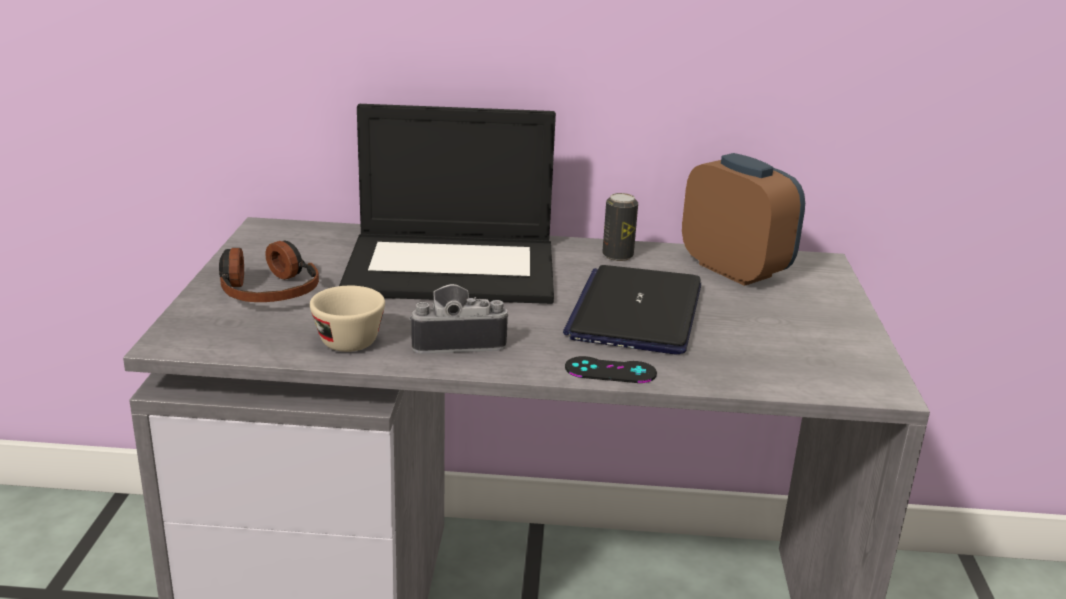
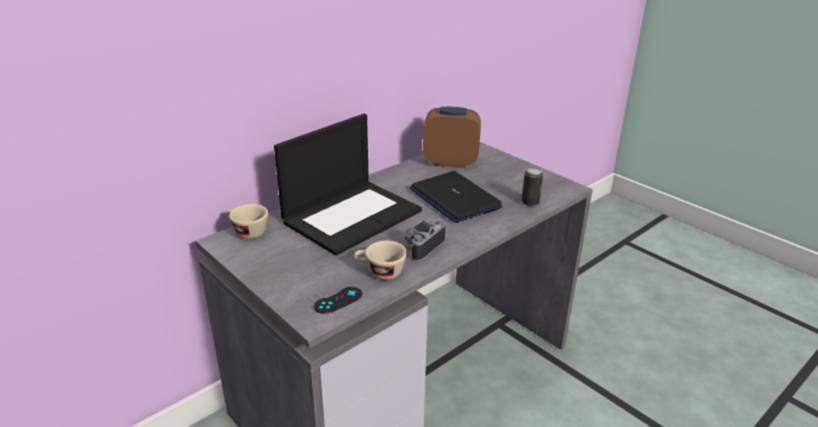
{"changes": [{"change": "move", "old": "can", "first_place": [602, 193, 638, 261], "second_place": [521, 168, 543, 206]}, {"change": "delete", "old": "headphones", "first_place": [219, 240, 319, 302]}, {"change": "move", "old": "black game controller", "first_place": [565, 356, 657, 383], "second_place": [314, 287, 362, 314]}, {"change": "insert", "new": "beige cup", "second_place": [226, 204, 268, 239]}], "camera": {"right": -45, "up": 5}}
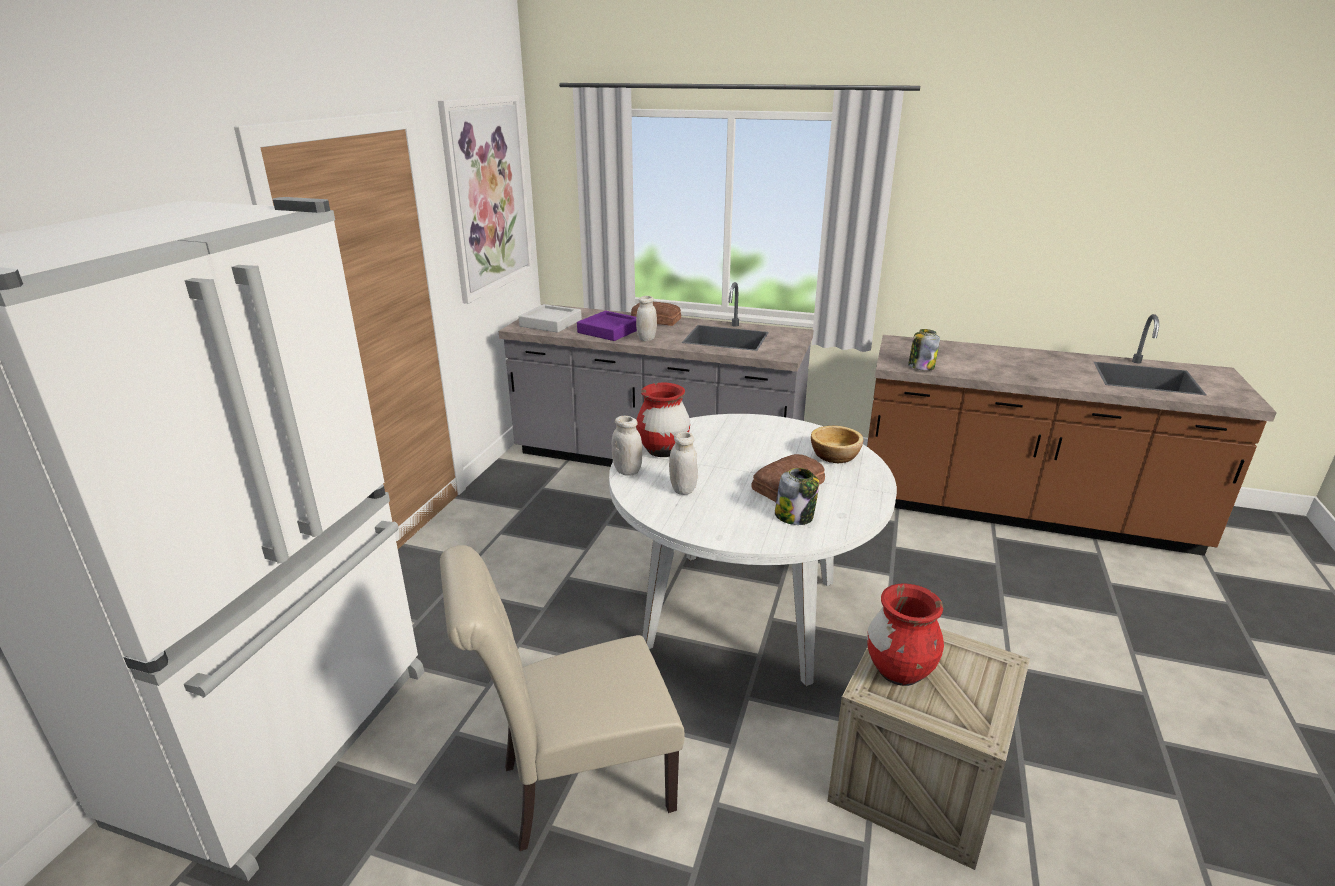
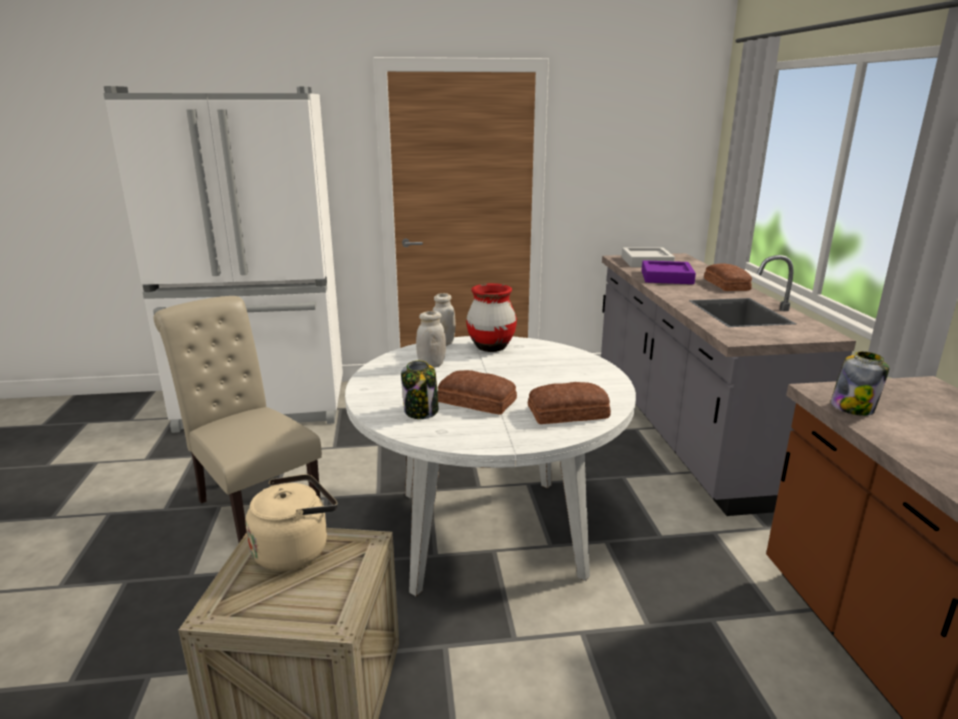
{"changes": [{"change": "delete", "old": "picture", "first_place": [438, 95, 532, 304]}, {"change": "delete", "old": "white jar", "first_place": [636, 296, 657, 341]}, {"change": "replace", "old": "bowl", "new": "bread", "first_place": [811, 426, 863, 464], "second_place": [528, 382, 611, 424]}, {"change": "replace", "old": "red vase", "new": "beige kettle", "first_place": [867, 583, 944, 686], "second_place": [245, 474, 338, 571]}], "camera": {"right": 65, "up": -5}}
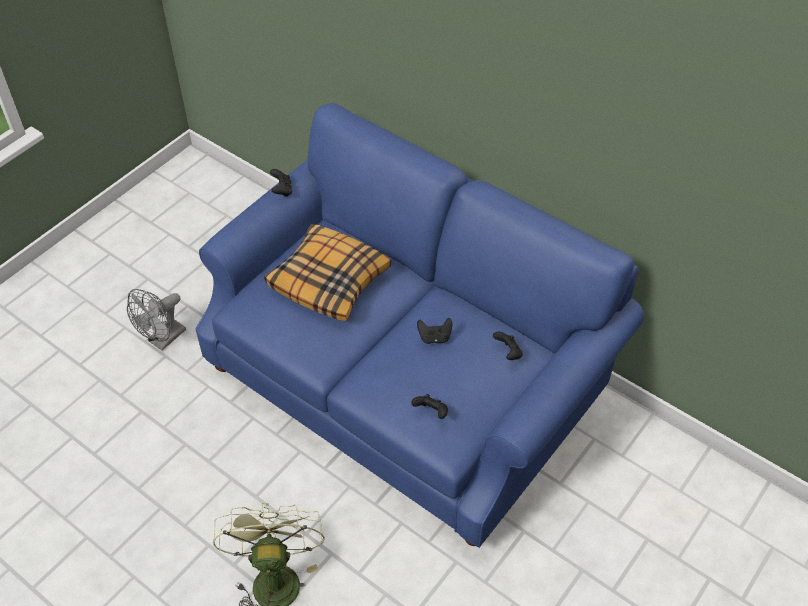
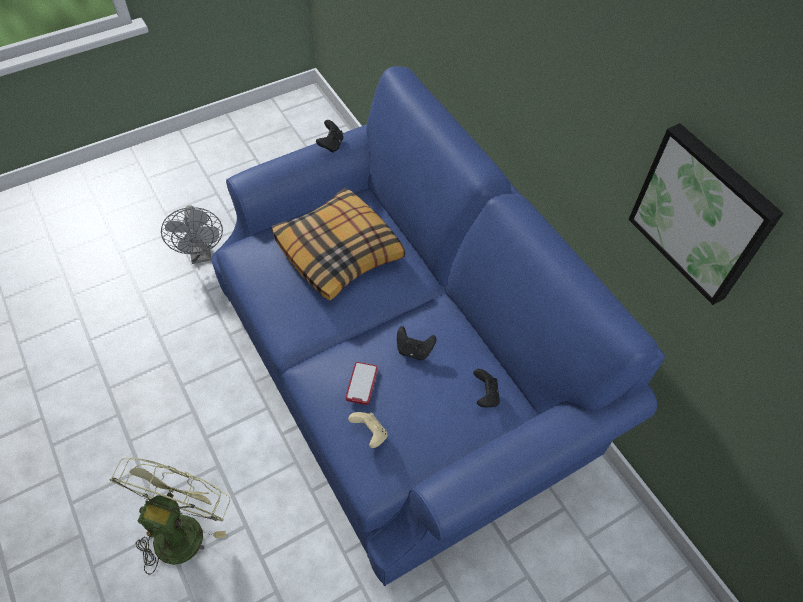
{"changes": [{"change": "rotate", "old": "grey fan", "first_place": [127, 289, 186, 350], "second_place": [161, 205, 223, 264], "degrees": -75}, {"change": "recolor", "old": "black game controller", "new": "beige game controller", "first_place": [411, 394, 448, 419], "second_place": [348, 412, 388, 448]}, {"change": "insert", "new": "picture", "second_place": [628, 123, 783, 305]}, {"change": "insert", "new": "phone", "second_place": [346, 362, 378, 405]}], "camera": {"right": 20, "up": 5}}
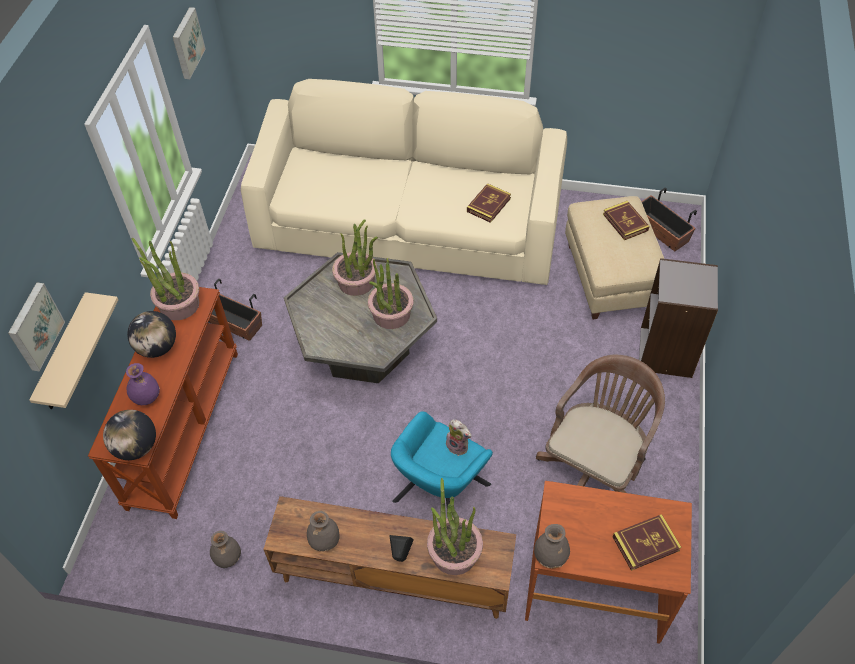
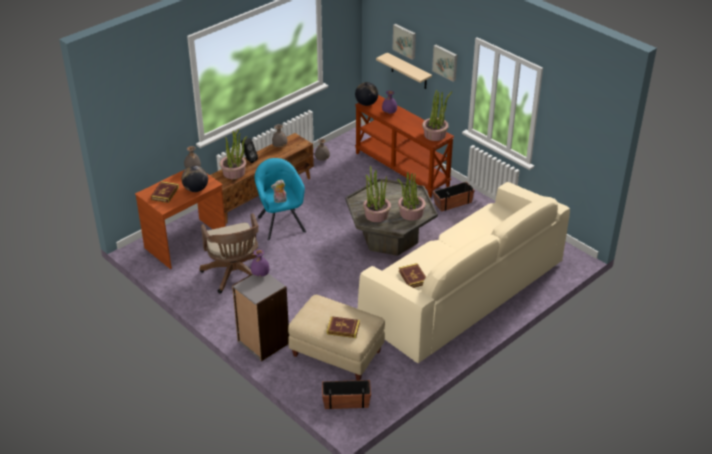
{"changes": [{"change": "move", "old": "picture", "first_place": [173, 7, 206, 79], "second_place": [432, 45, 457, 82]}, {"change": "move", "old": "globe", "first_place": [127, 311, 176, 358], "second_place": [181, 166, 208, 192]}, {"change": "insert", "new": "purple vase", "second_place": [251, 249, 270, 277]}], "camera": {"right": 125, "up": -15}}
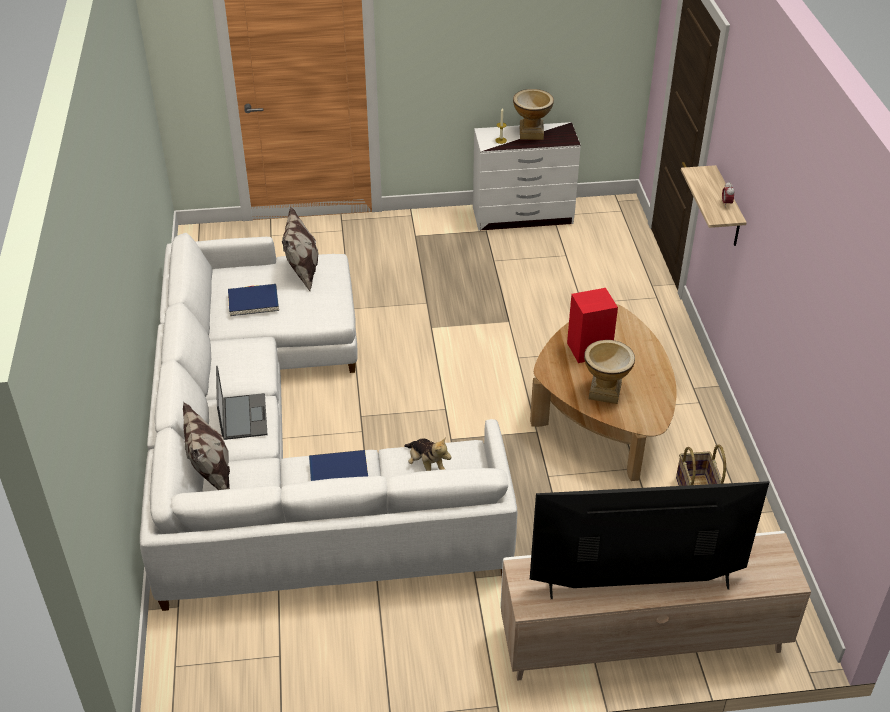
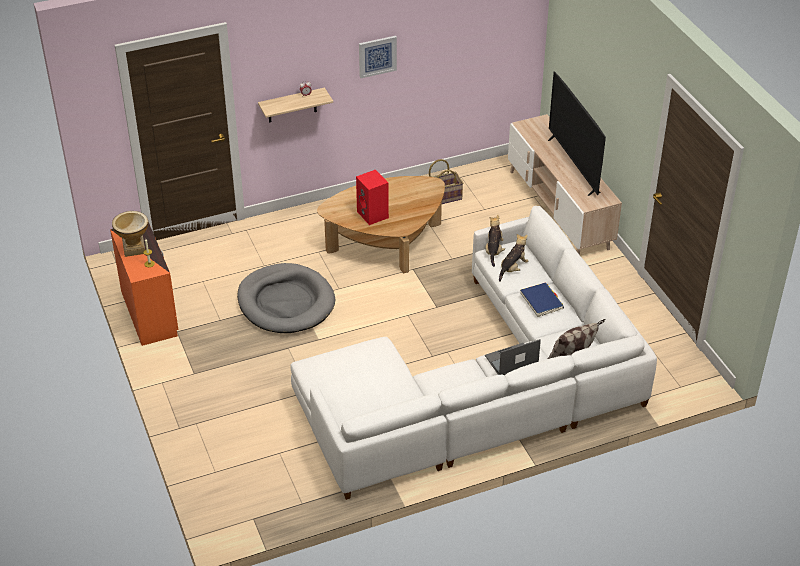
{"changes": [{"change": "recolor", "old": "white dresser", "new": "orange dresser", "first_place": [473, 122, 581, 231], "second_place": [110, 222, 178, 346]}, {"change": "delete", "old": "pillow", "first_place": [282, 206, 319, 291]}, {"change": "delete", "old": "blue book", "first_place": [228, 284, 279, 316]}, {"change": "delete", "old": "vase", "first_place": [584, 340, 635, 404]}, {"change": "insert", "new": "picture", "second_place": [359, 36, 397, 78]}, {"change": "insert", "new": "plush toy", "second_place": [486, 215, 505, 267]}, {"change": "insert", "new": "grey dog bed", "second_place": [237, 263, 335, 333]}], "camera": {"right": -105, "up": 0}}
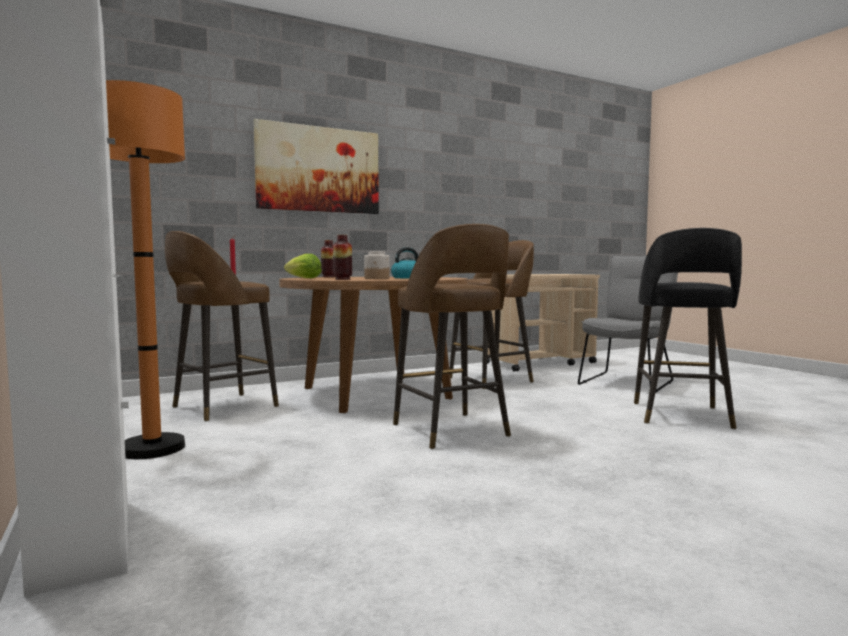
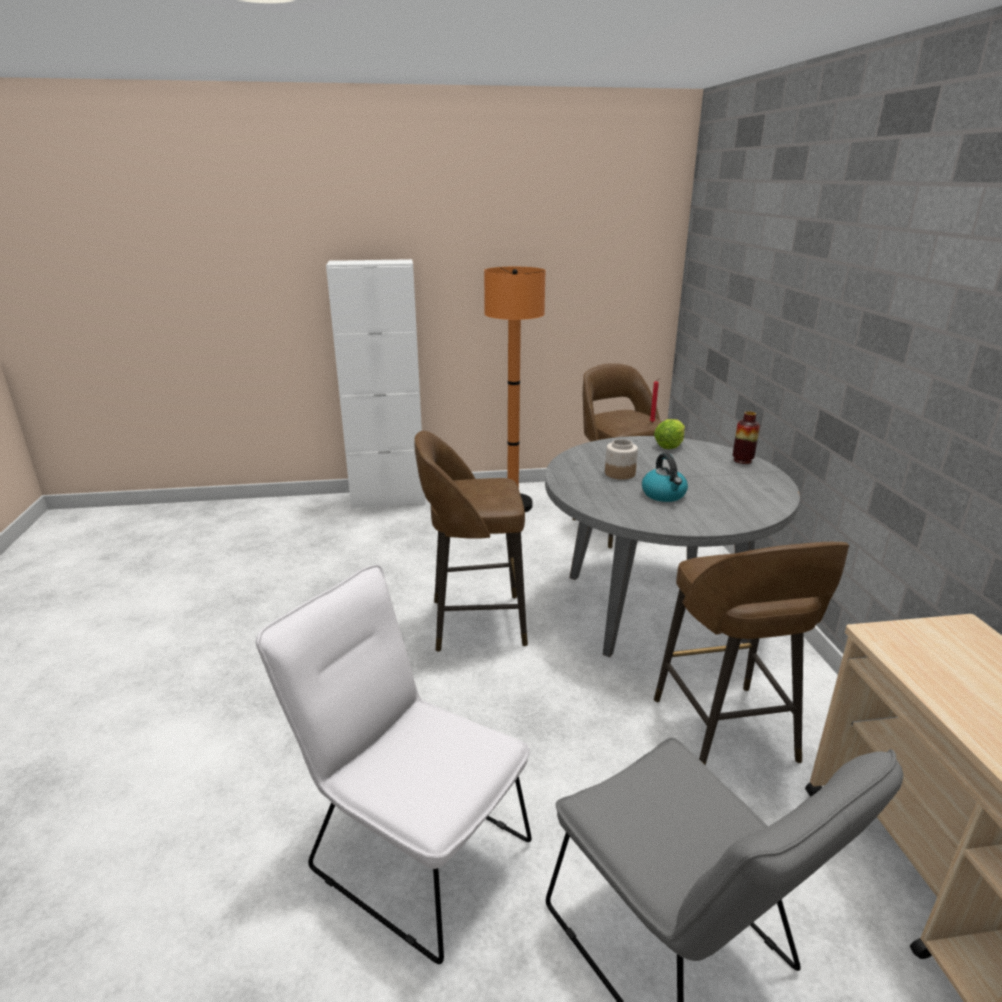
{"changes": [{"change": "delete", "old": "picture", "first_place": [254, 119, 379, 214]}, {"change": "replace", "old": "black stool", "new": "white chair", "first_place": [634, 228, 742, 429], "second_place": [256, 565, 532, 964]}, {"change": "delete", "old": "vase", "first_place": [333, 235, 352, 280]}, {"change": "recolor", "old": "brown dining table", "new": "grey dining table", "first_place": [279, 277, 468, 413], "second_place": [545, 436, 800, 657]}], "camera": {"right": 110, "up": 20}}
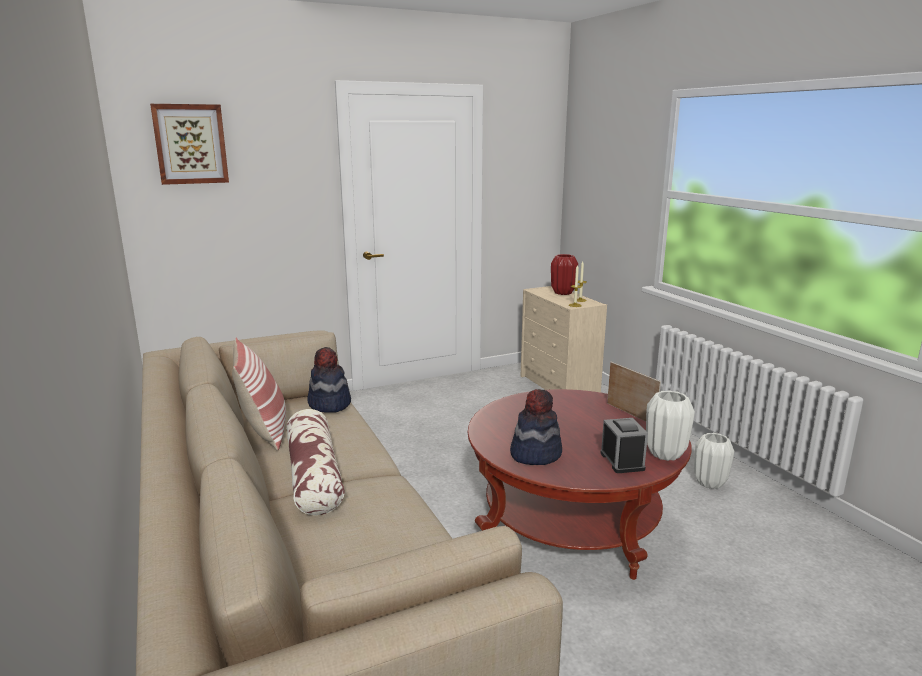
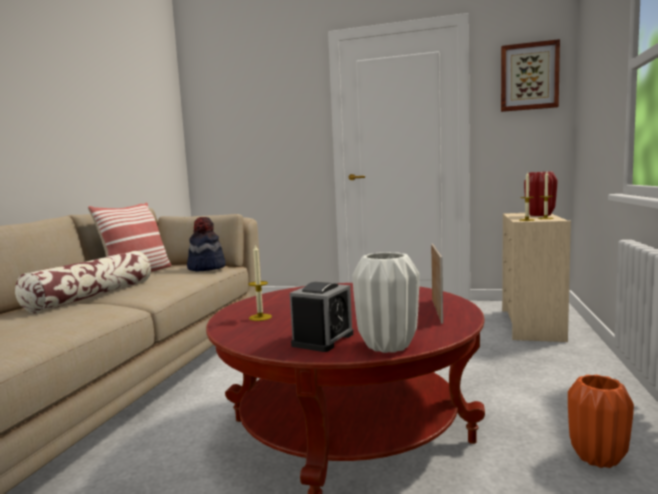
{"changes": [{"change": "move", "old": "picture", "first_place": [150, 104, 229, 185], "second_place": [501, 39, 560, 112]}, {"change": "replace", "old": "hat", "new": "candle", "first_place": [510, 389, 562, 465], "second_place": [248, 244, 272, 321]}, {"change": "recolor", "old": "white vase", "new": "orange vase", "first_place": [694, 433, 734, 489], "second_place": [568, 375, 634, 468]}], "camera": {"right": 40, "up": -10}}
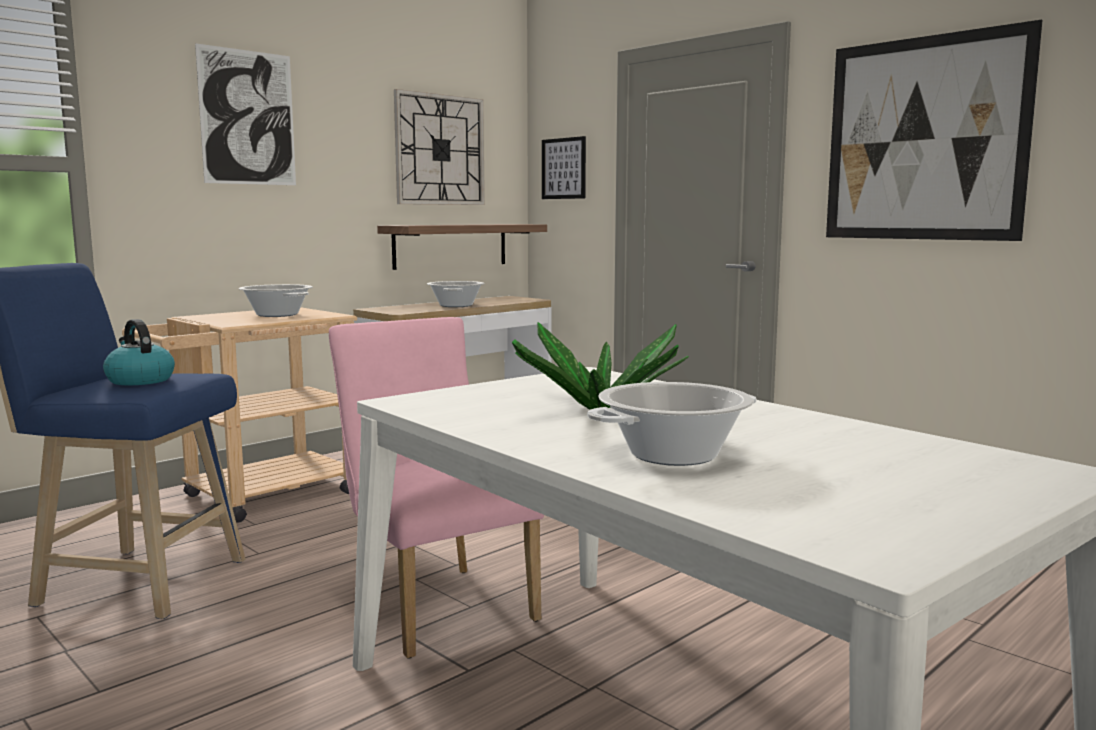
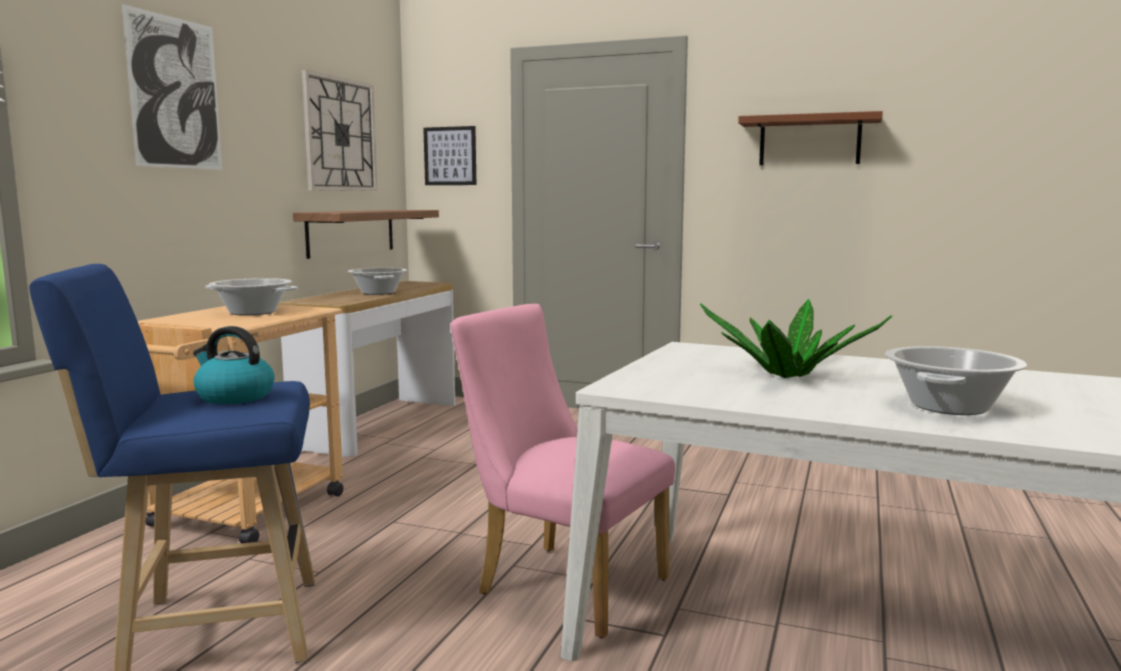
{"changes": [{"change": "replace", "old": "picture", "new": "brown shelf", "first_place": [826, 20, 1043, 241], "second_place": [738, 111, 883, 165]}], "camera": {"right": -25, "up": 0}}
